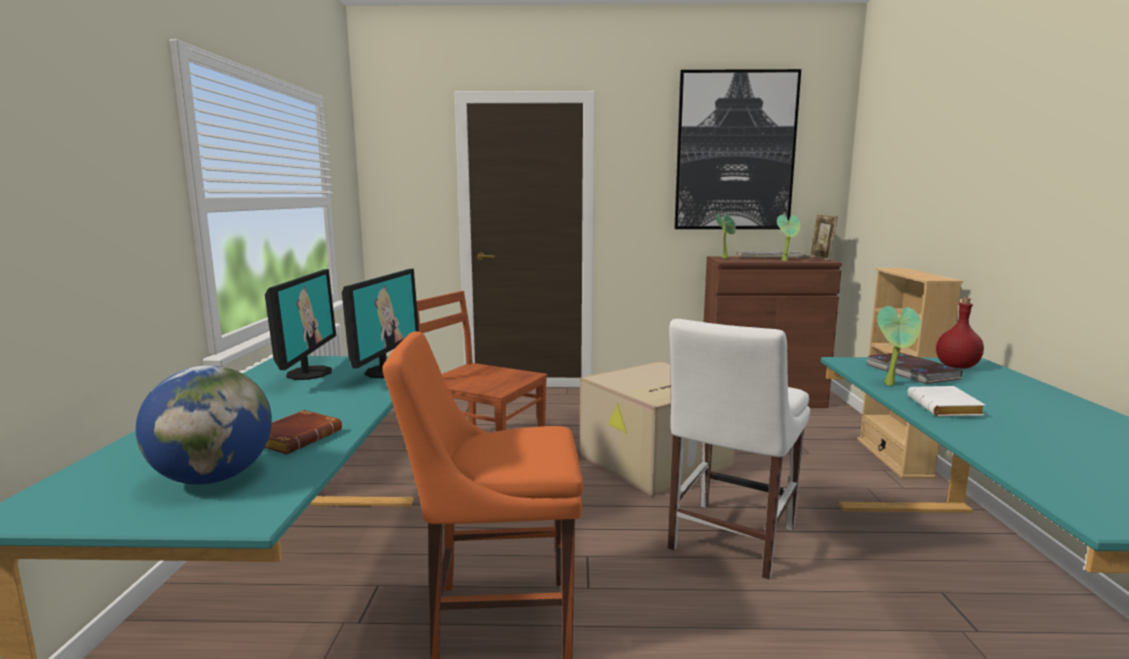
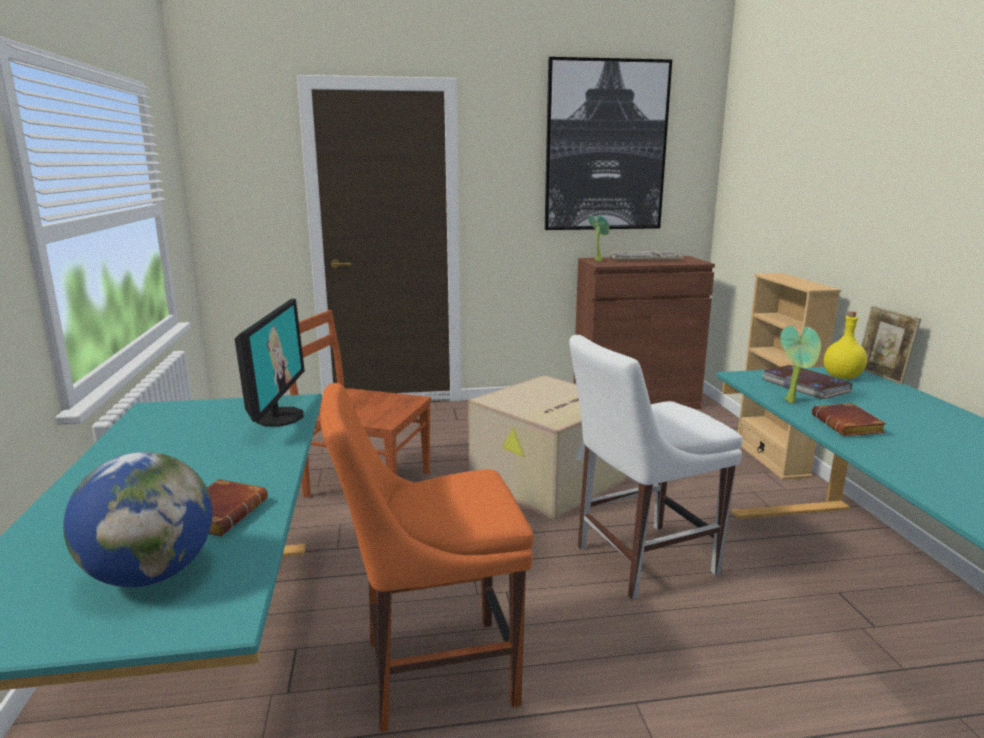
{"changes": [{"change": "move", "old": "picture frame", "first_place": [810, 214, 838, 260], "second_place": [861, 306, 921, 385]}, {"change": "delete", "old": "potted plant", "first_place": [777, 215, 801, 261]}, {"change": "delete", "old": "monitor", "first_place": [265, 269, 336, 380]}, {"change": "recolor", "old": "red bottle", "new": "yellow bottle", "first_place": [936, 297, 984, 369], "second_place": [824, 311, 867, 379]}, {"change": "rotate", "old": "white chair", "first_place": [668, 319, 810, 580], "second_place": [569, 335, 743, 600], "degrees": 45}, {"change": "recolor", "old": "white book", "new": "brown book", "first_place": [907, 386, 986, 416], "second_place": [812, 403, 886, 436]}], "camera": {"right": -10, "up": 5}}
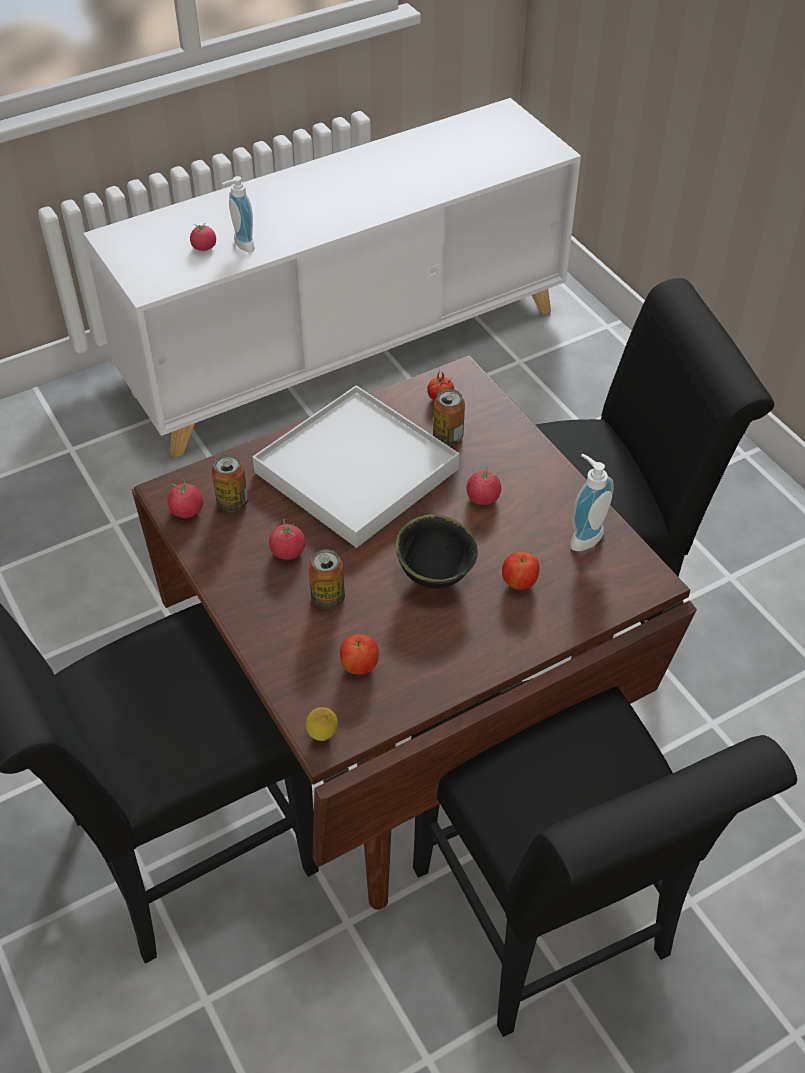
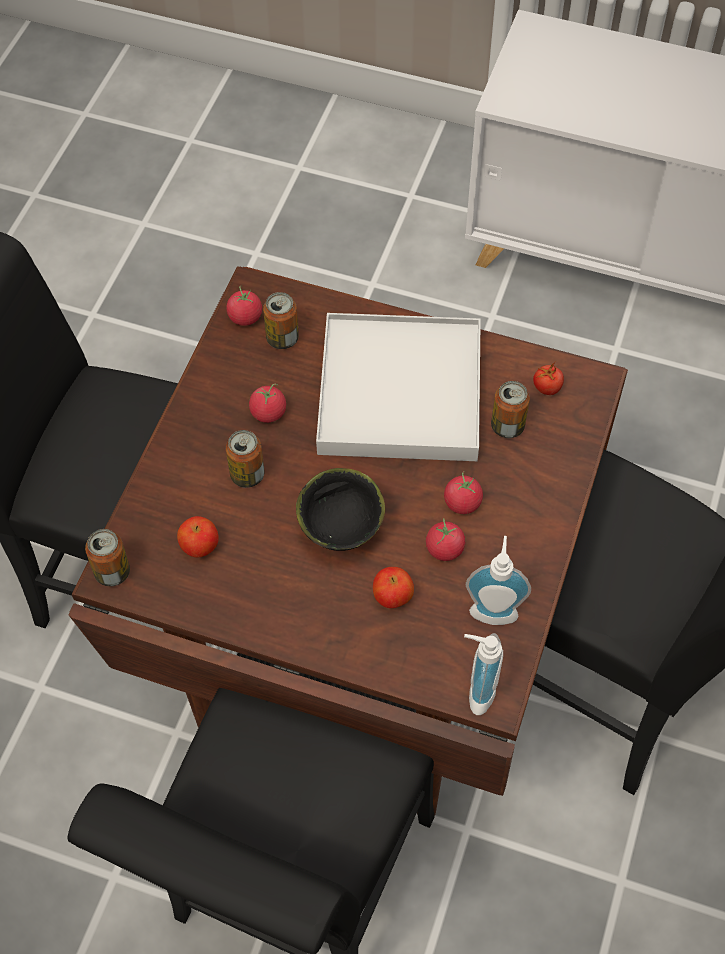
{"changes": [{"change": "move", "old": "soap dispenser", "first_place": [222, 176, 255, 252], "second_place": [464, 633, 503, 715]}, {"change": "move", "old": "tomato", "first_place": [190, 223, 216, 251], "second_place": [426, 518, 465, 561]}, {"change": "replace", "old": "lemon", "new": "can", "first_place": [306, 707, 338, 741], "second_place": [85, 529, 130, 586]}], "camera": {"right": 50, "up": 10}}
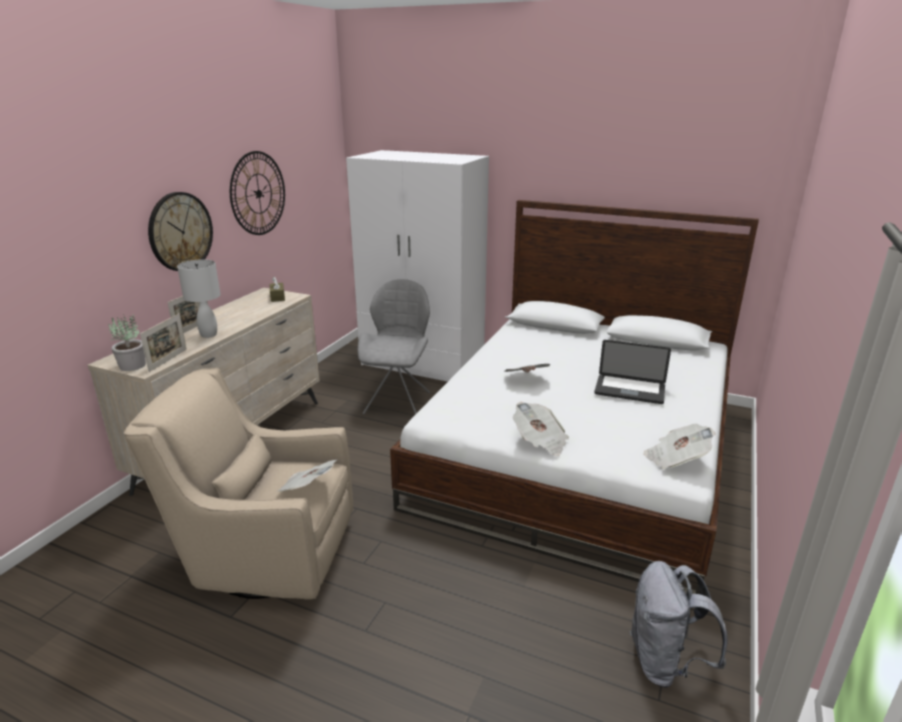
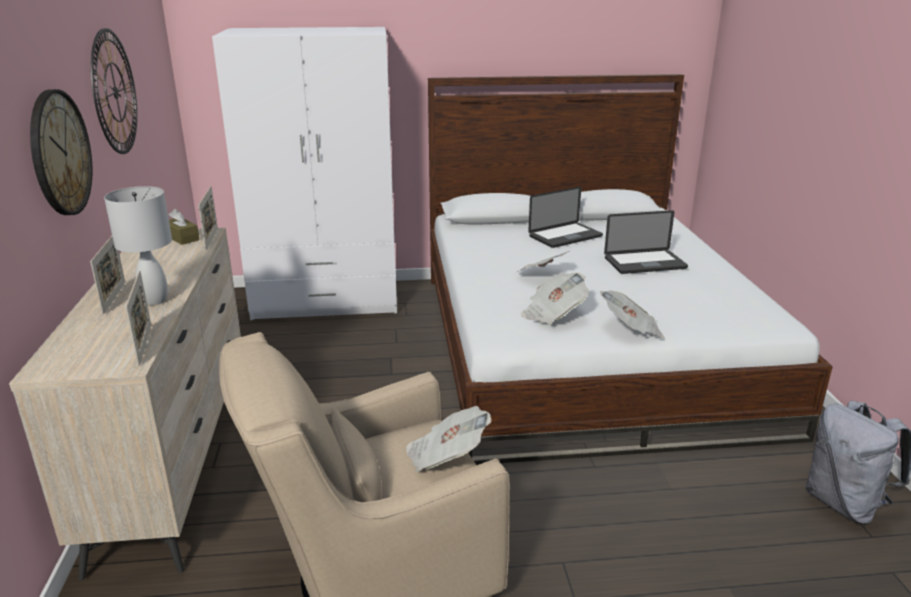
{"changes": [{"change": "delete", "old": "grey chair", "first_place": [358, 279, 430, 415]}, {"change": "delete", "old": "potted plant", "first_place": [108, 314, 146, 371]}, {"change": "move", "old": "newspaper", "first_place": [643, 424, 716, 469], "second_place": [521, 273, 589, 324]}, {"change": "insert", "new": "picture frame", "second_place": [198, 186, 218, 250]}, {"change": "insert", "new": "laptop", "second_place": [528, 187, 603, 248]}], "camera": {"right": -30, "up": 0}}
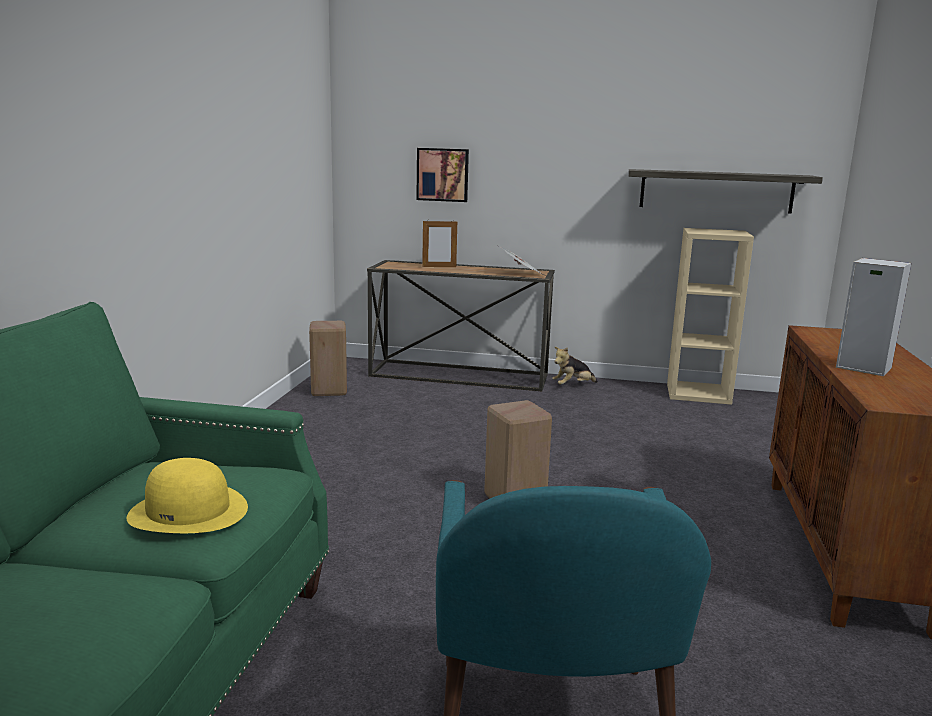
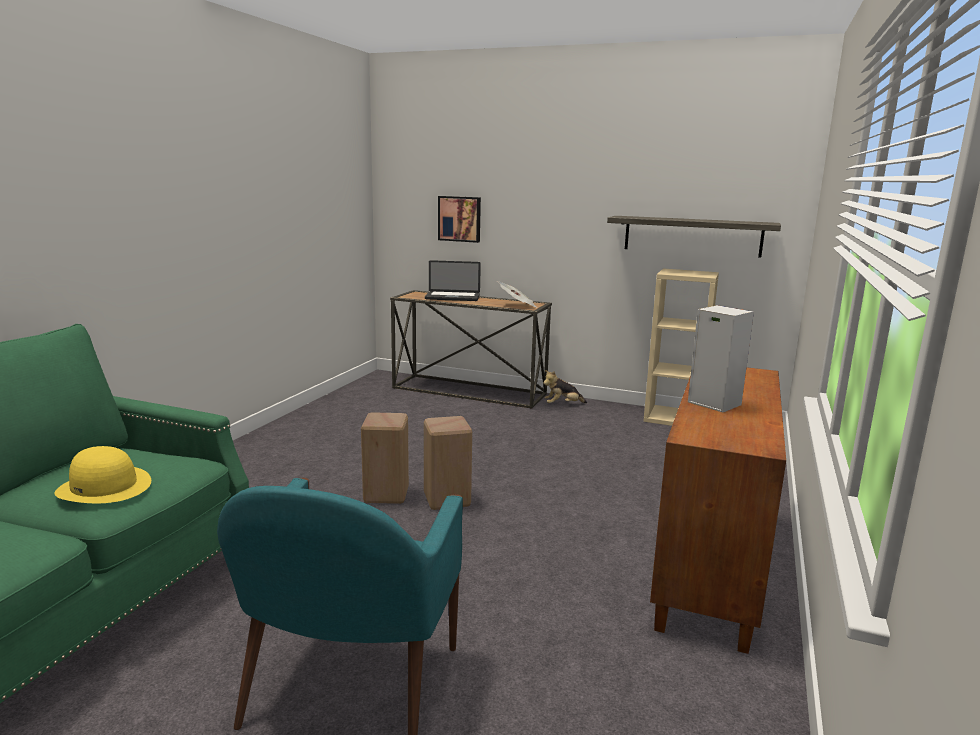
{"changes": [{"change": "replace", "old": "picture frame", "new": "laptop", "first_place": [422, 220, 457, 267], "second_place": [425, 260, 481, 301]}, {"change": "move", "old": "beige stool", "first_place": [309, 321, 347, 396], "second_place": [361, 412, 409, 504]}], "camera": {"right": 10, "up": 0}}
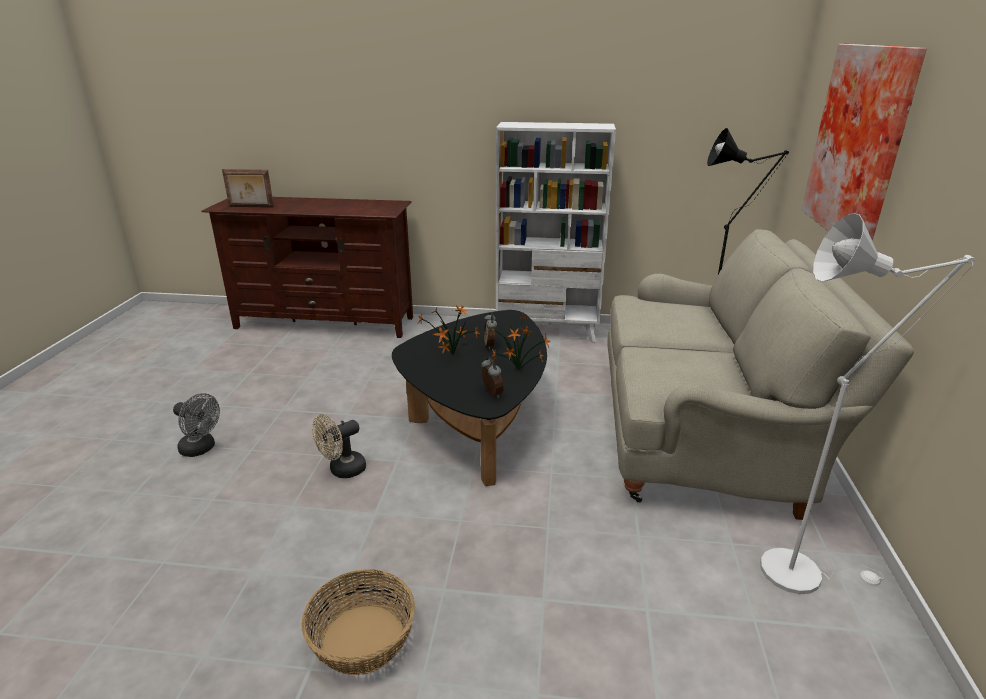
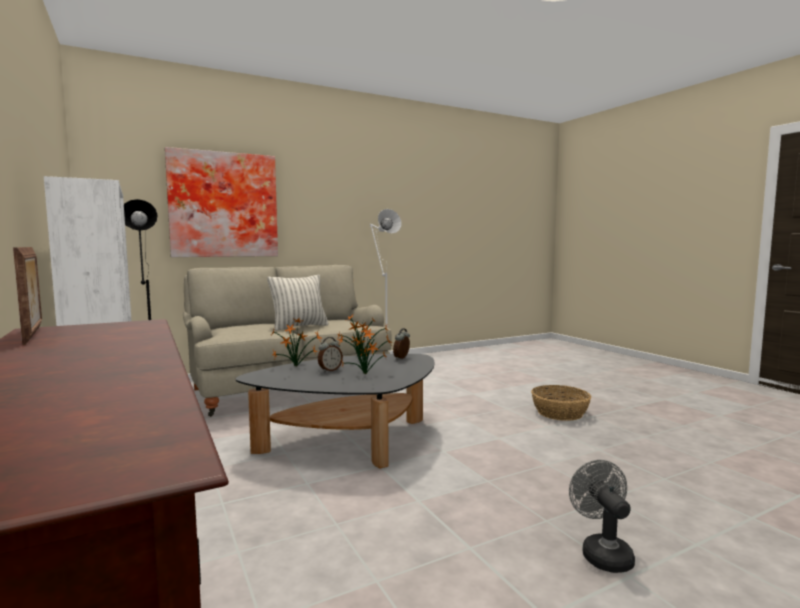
{"changes": [{"change": "move", "old": "picture frame", "first_place": [222, 169, 274, 208], "second_place": [13, 247, 42, 345]}, {"change": "delete", "old": "beige fan", "first_place": [312, 414, 366, 478]}, {"change": "insert", "new": "pillow", "second_place": [267, 275, 328, 330]}, {"change": "insert", "new": "potted plant", "second_place": [271, 318, 322, 367]}], "camera": {"right": -125, "up": -20}}
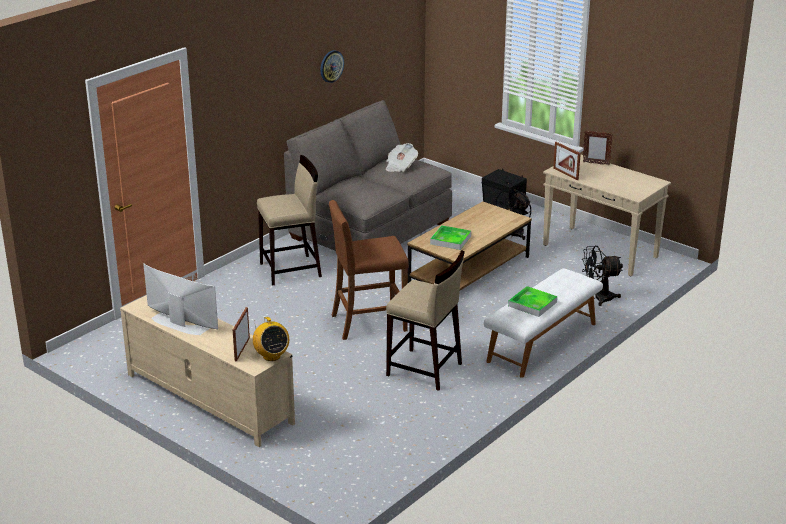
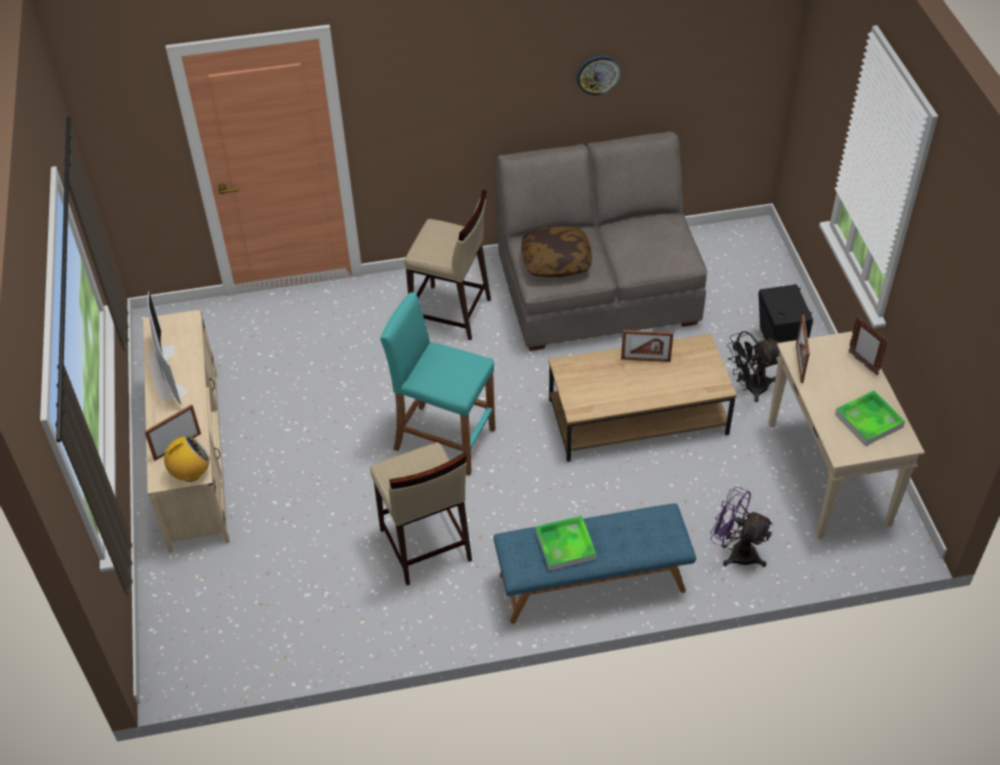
{"changes": [{"change": "delete", "old": "newspaper", "first_place": [386, 143, 418, 172]}, {"change": "recolor", "old": "brown stool", "new": "turquoise stool", "first_place": [329, 200, 409, 340], "second_place": [380, 292, 495, 476]}, {"change": "move", "old": "tray", "first_place": [430, 225, 471, 250], "second_place": [835, 390, 905, 446]}, {"change": "recolor", "old": "black fan", "new": "purple fan", "first_place": [582, 246, 623, 306], "second_place": [710, 486, 773, 567]}, {"change": "recolor", "old": "white bench", "new": "blue bench", "first_place": [484, 268, 603, 378], "second_place": [493, 503, 696, 624]}, {"change": "rotate", "old": "radio", "first_place": [253, 317, 289, 361], "second_place": [164, 436, 210, 482], "degrees": -135}, {"change": "insert", "new": "pillow", "second_place": [521, 226, 592, 277]}, {"change": "insert", "new": "picture frame", "second_place": [621, 330, 674, 362]}], "camera": {"right": 40, "up": 20}}
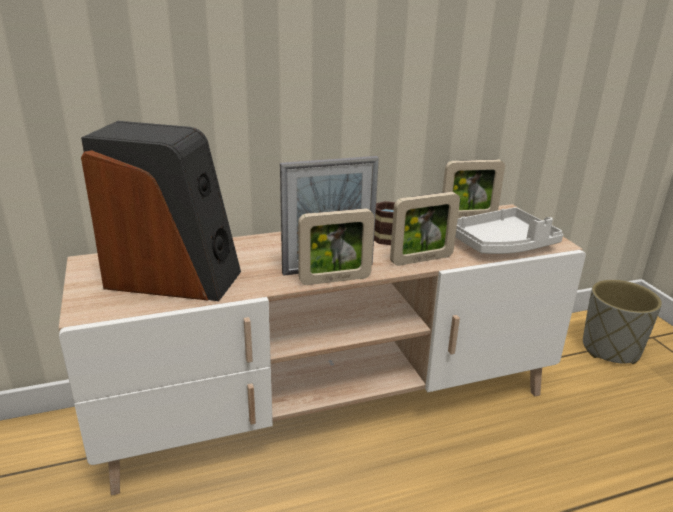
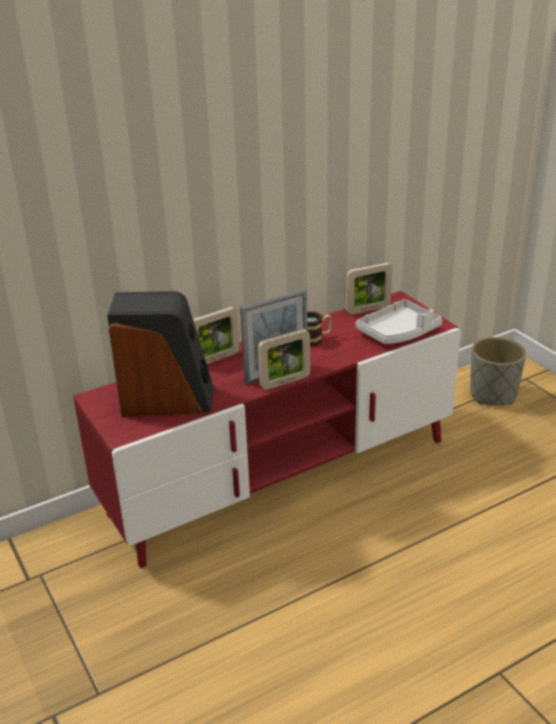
{"changes": [{"change": "move", "old": "picture frame", "first_place": [390, 192, 460, 266], "second_place": [193, 307, 240, 364]}, {"change": "recolor", "old": "beige tv stand", "new": "red tv stand", "first_place": [59, 204, 586, 496], "second_place": [73, 291, 461, 568]}], "camera": {"right": -10, "up": 5}}
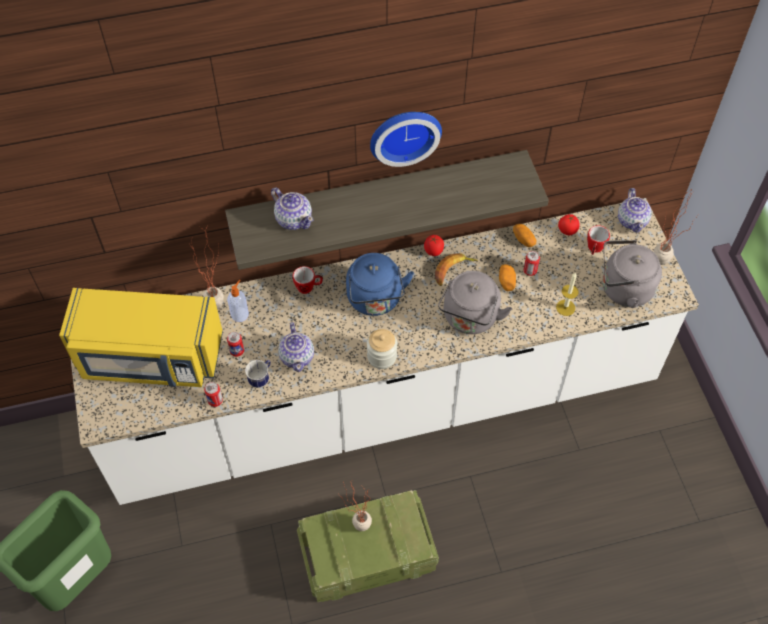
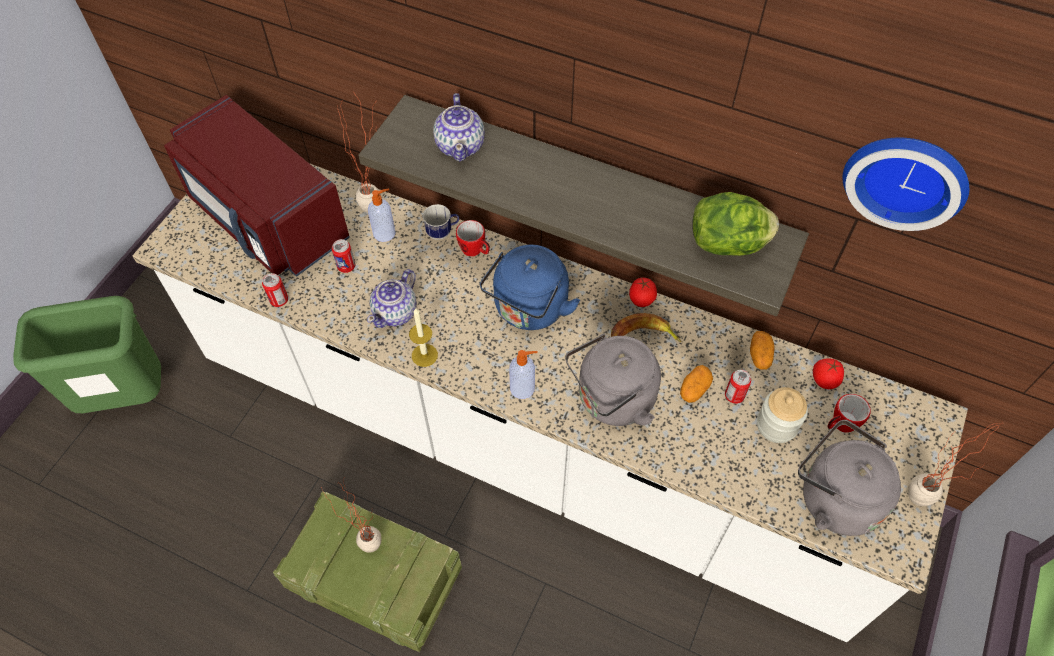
{"changes": [{"change": "move", "old": "wall clock", "first_place": [370, 112, 442, 167], "second_place": [842, 138, 969, 231]}, {"change": "delete", "old": "teapot", "first_place": [618, 188, 652, 233]}, {"change": "move", "old": "candle", "first_place": [556, 273, 578, 316], "second_place": [409, 307, 438, 367]}, {"change": "recolor", "old": "yellow microwave", "new": "red microwave", "first_place": [59, 288, 223, 387], "second_place": [164, 95, 350, 277]}, {"change": "move", "old": "jar", "first_place": [367, 329, 397, 369], "second_place": [757, 387, 808, 443]}, {"change": "move", "old": "mug", "first_place": [245, 360, 271, 388], "second_place": [423, 204, 459, 240]}, {"change": "insert", "new": "lettuce", "second_place": [692, 192, 779, 256]}, {"change": "insert", "new": "soap dispenser", "second_place": [509, 350, 538, 399]}], "camera": {"right": 40, "up": 0}}
